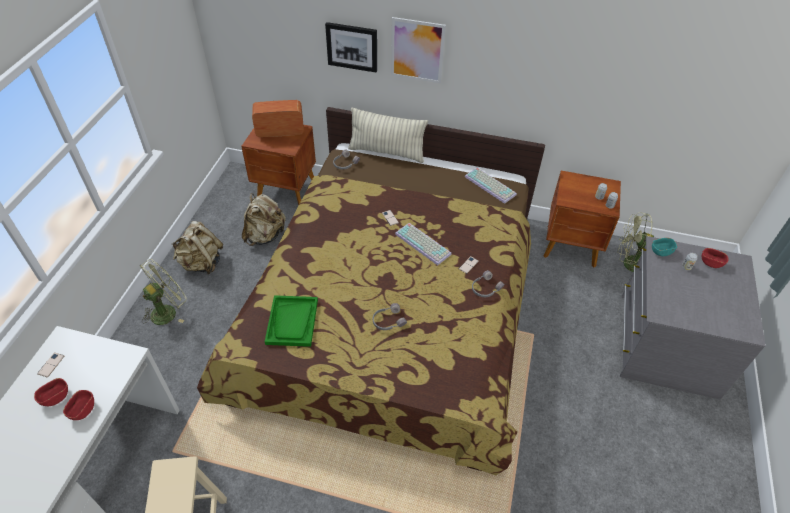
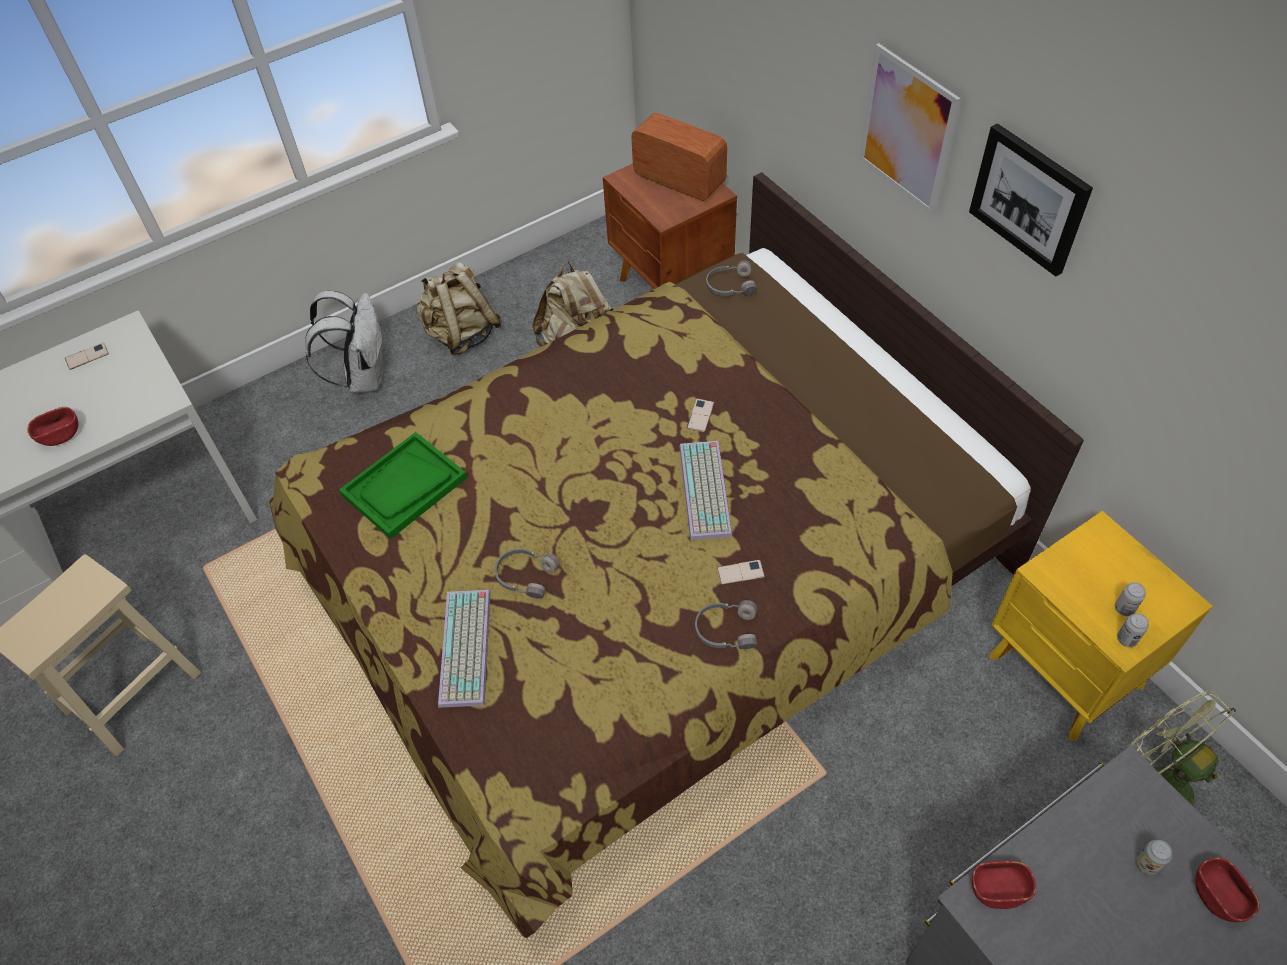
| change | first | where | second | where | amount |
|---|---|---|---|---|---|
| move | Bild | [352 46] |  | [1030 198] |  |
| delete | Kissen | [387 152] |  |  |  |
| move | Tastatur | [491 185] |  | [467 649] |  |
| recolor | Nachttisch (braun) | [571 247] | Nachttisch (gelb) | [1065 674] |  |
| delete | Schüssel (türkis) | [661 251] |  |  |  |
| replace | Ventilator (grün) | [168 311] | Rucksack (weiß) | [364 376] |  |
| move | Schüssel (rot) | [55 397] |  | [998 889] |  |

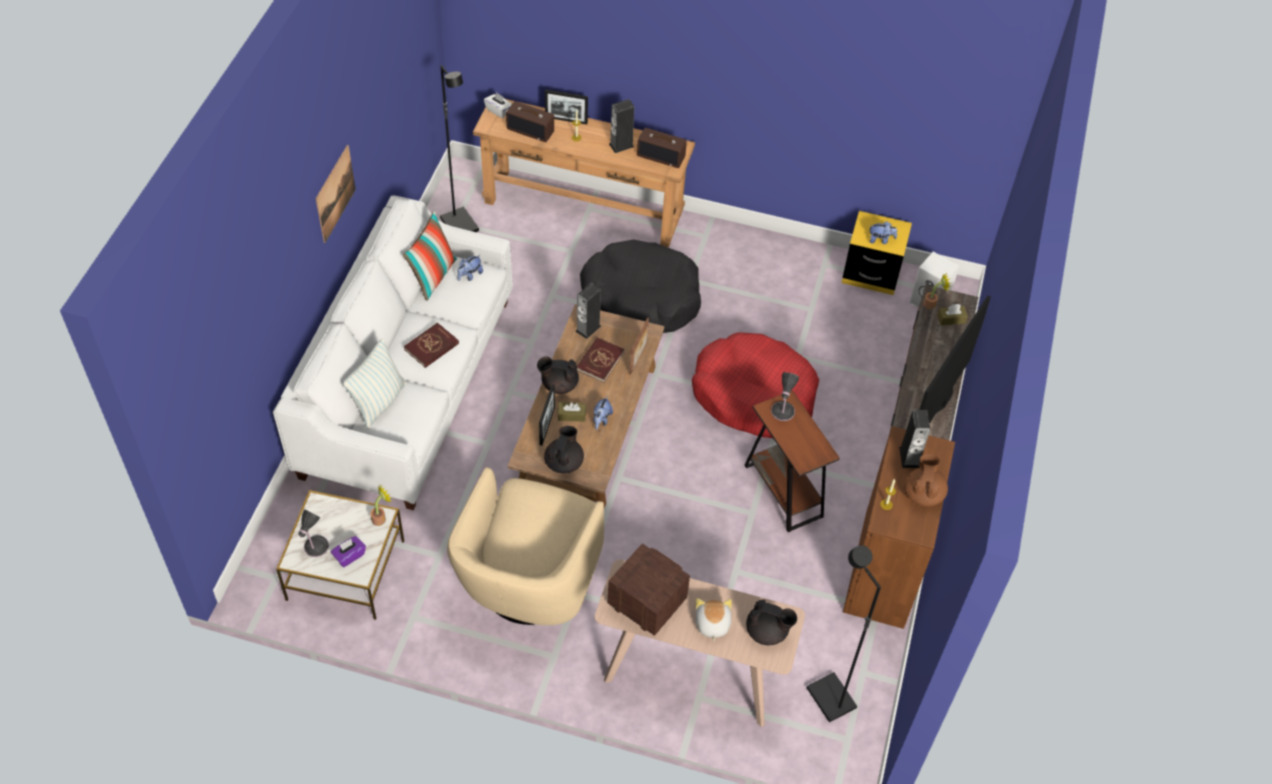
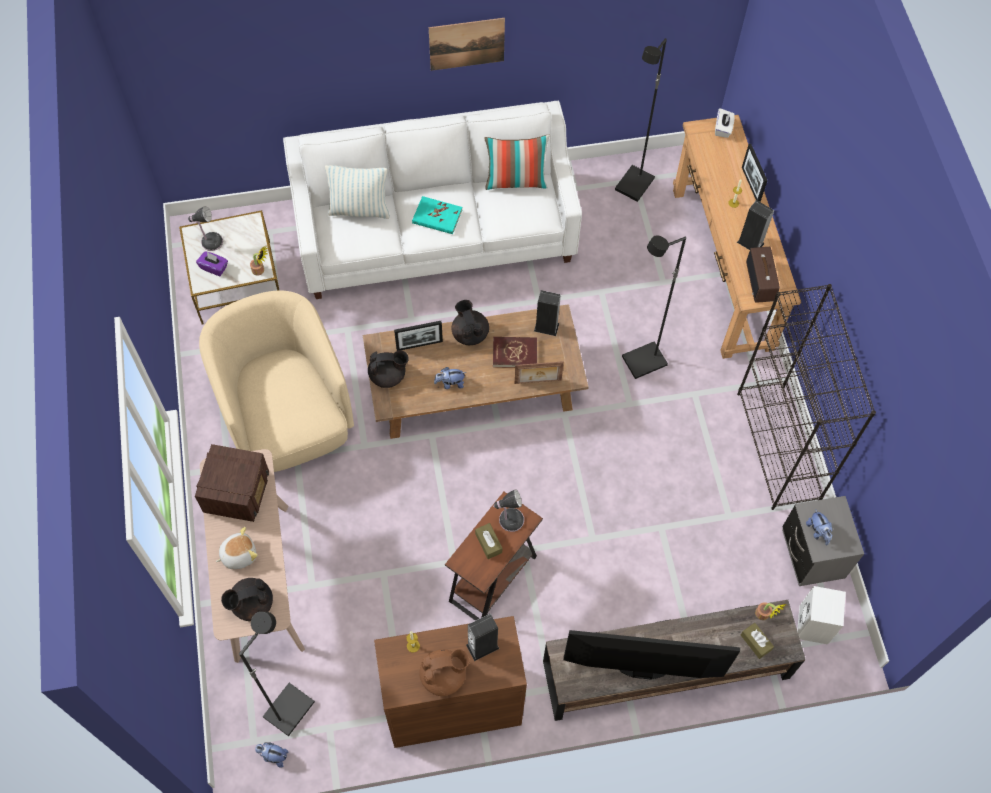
| change | first | where | second | where | amount |
|---|---|---|---|---|---|
| delete | Radio | [531 130] |  |  |  |
| recolor | Nachttisch (gelb) | [871 274] | Nachttisch (grau) | [812 554] |  |
| replace | Hundebett (schwarz) | [640 298] | Stehlampe (schwarz) | [644 362] |  |
| move | Plüschtier | [469 275] |  | [273 756] |  |
| recolor | Buch (rot) | [431 347] | Buch (türkis) | [437 217] |  |
| delete | Hundebett (rot) | [753 395] |  |  |  |
| move | Taschentuchbox (braun) | [571 415] |  | [488 543] |  |
| rotate | Sessel (beige) | [529 583] |  | [288 416] | 75 degrees clockwise |
| rotate | Teekanne (schwarz) | [767 631] |  | [251 604] | 75 degrees clockwise |
| insert |  |  | Bücherregal (schwarz) | [778 447] |  |

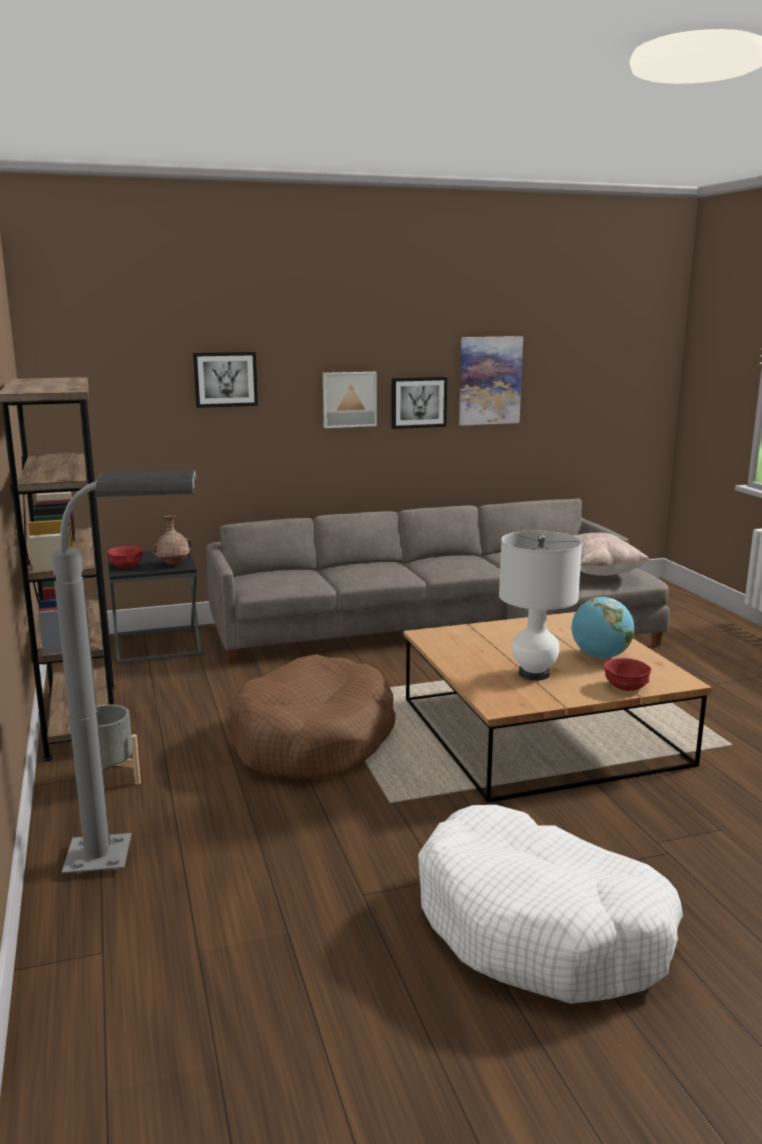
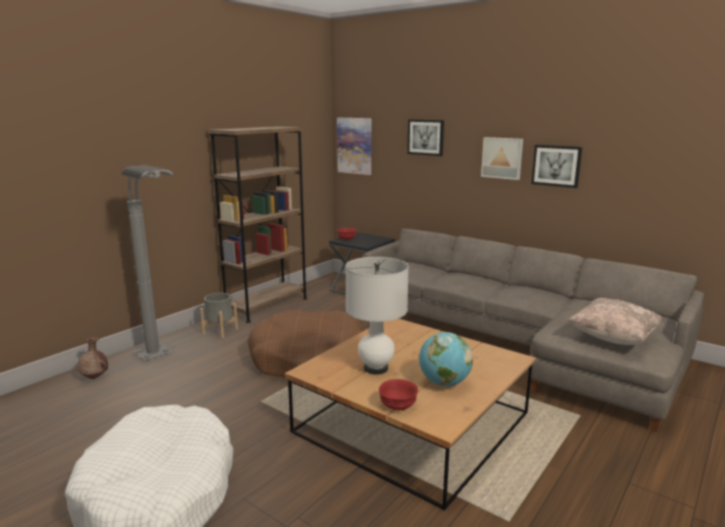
| change | first | where | second | where | amount |
|---|---|---|---|---|---|
| move | Bild | [489 380] |  | [355 146] |  |
| move | Vase (braun) | [173 565] |  | [95 377] |  |

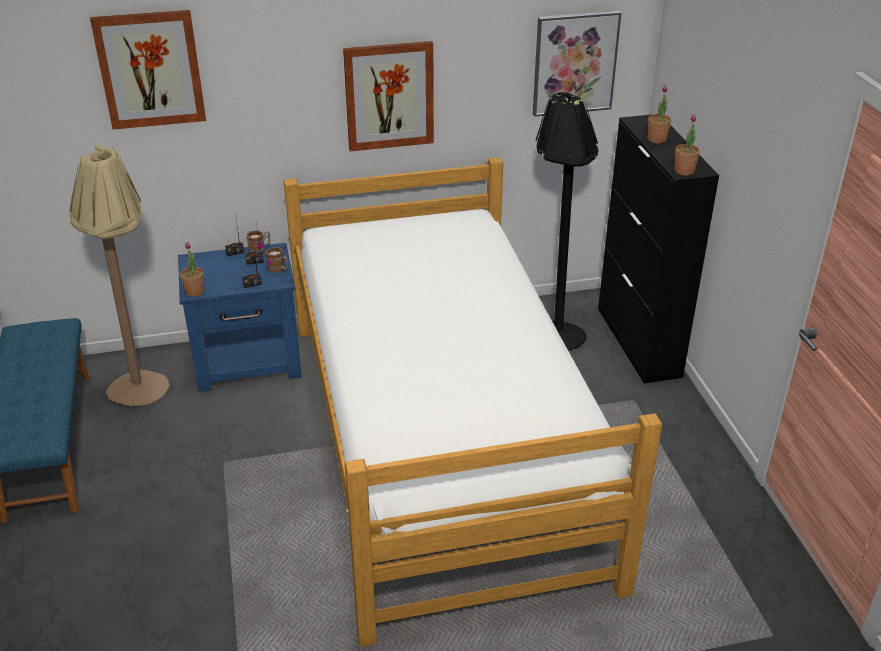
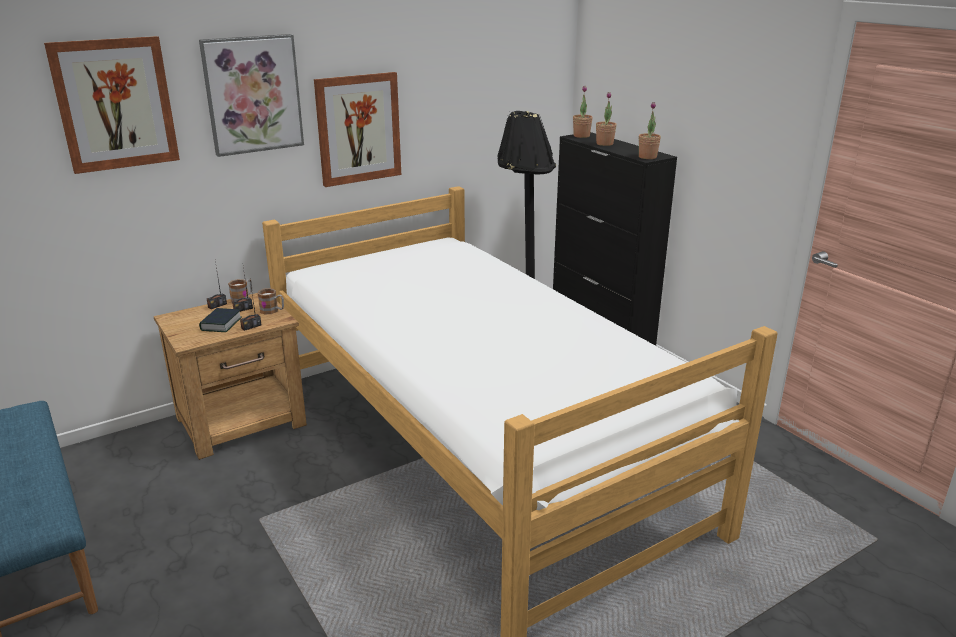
| change | first | where | second | where | amount |
|---|---|---|---|---|---|
| move | Bild | [574 63] |  | [253 94] |  |
| delete | Stehlampe (beige) | [144 397] |  |  |  |
| move | Topfpflanze | [194 291] |  | [581 136] |  |
| recolor | Nachttisch (blau) | [249 361] | Nachttisch (braun) | [243 421] |  |
| insert |  |  | Buch | [221 324] |  |

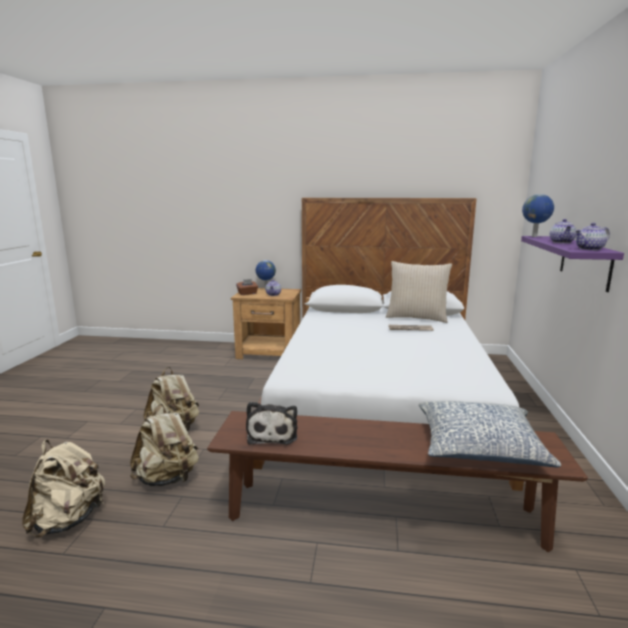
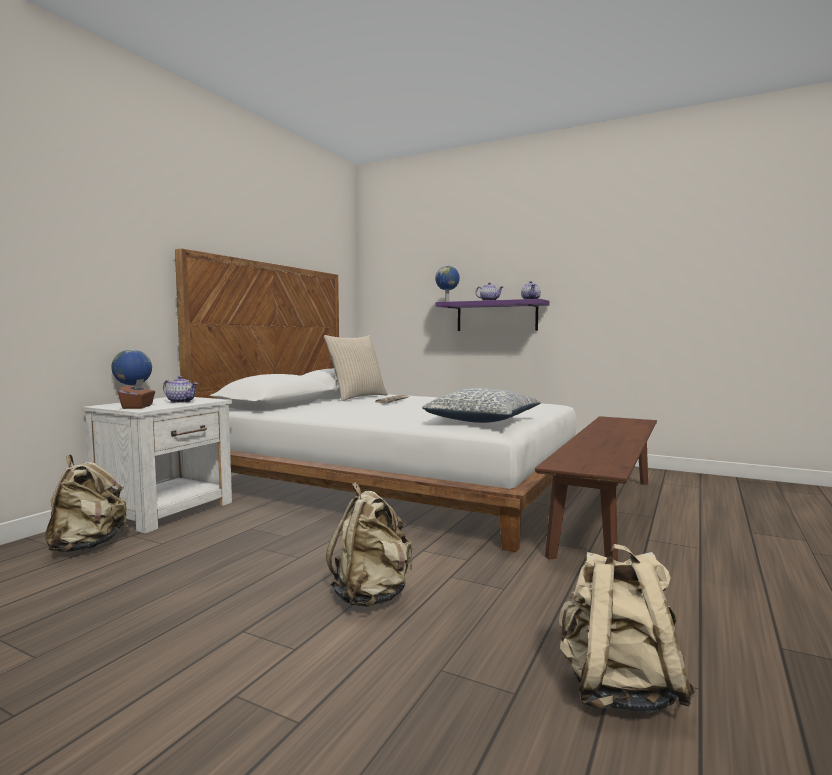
| change | first | where | second | where | amount |
|---|---|---|---|---|---|
| recolor | Nachttisch (braun) | [269 352] | Nachttisch (weiß) | [167 510] |  |
| move | Kissen | [479 448] |  | [483 421] |  |
| delete | Plüschtier | [273 433] |  |  |  |
| move | Rucksack (beige) | [167 478] |  | [87 546] |  |

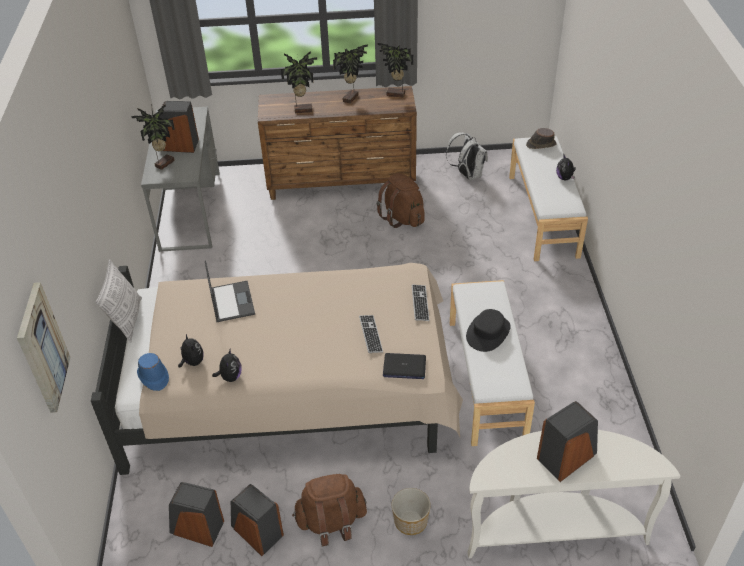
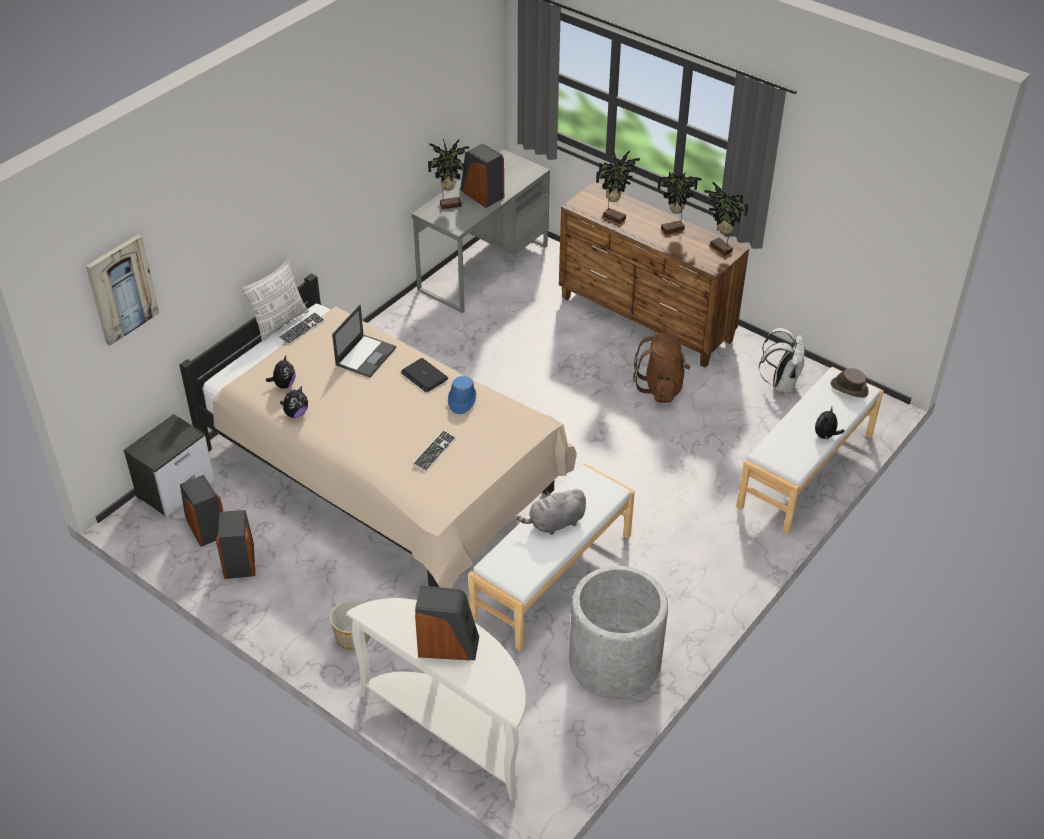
| change | first | where | second | where | amount |
|---|---|---|---|---|---|
| move | Tastatur | [420 303] |  | [302 329] |  |
| replace | Hut (schwarz) | [488 333] | Plüschtier (grau) | [555 523] |  |
| move | Hut (blau) | [153 377] |  | [461 400] |  |
| move | Laptop | [404 367] |  | [424 376] |  |
| delete | Rucksack (braun) | [331 522] |  |  |  |
| insert |  |  | Nachttisch | [177 488] |  |
| insert |  |  | Pflanzkübel (grau) | [614 662] |  |

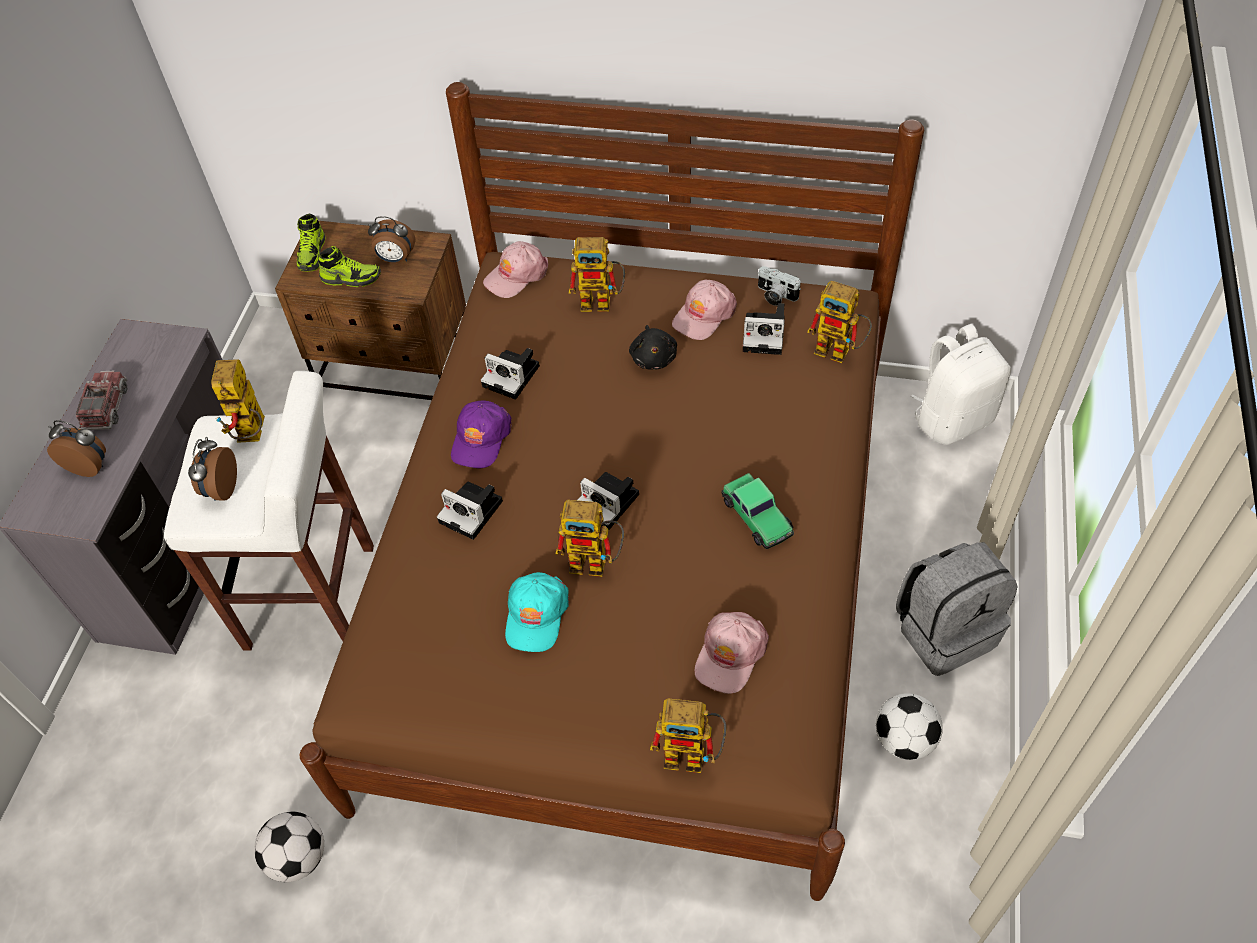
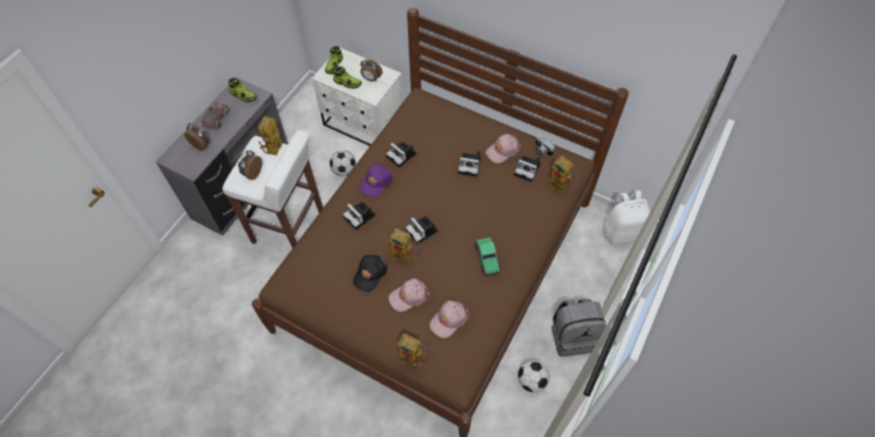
| change | first | where | second | where | amount |
|---|---|---|---|---|---|
| recolor | Nachttisch (braun) | [394 363] | Nachttisch (weiß) | [363 124] |  |
| delete | Spielzeugroboter | [602 301] |  |  |  |
| move | Kappe (rosa) | [516 275] |  | [409 296] |  |
| replace | Plüschtier (schwarz) | [653 357] | Kamera | [470 165] |  |
| recolor | Kappe (türkis) | [536 615] | Kappe (schwarz) | [370 274] |  |
| move | Fußball | [298 857] |  | [344 170] |  |
| insert |  |  | Schuh | [243 95] |  |

